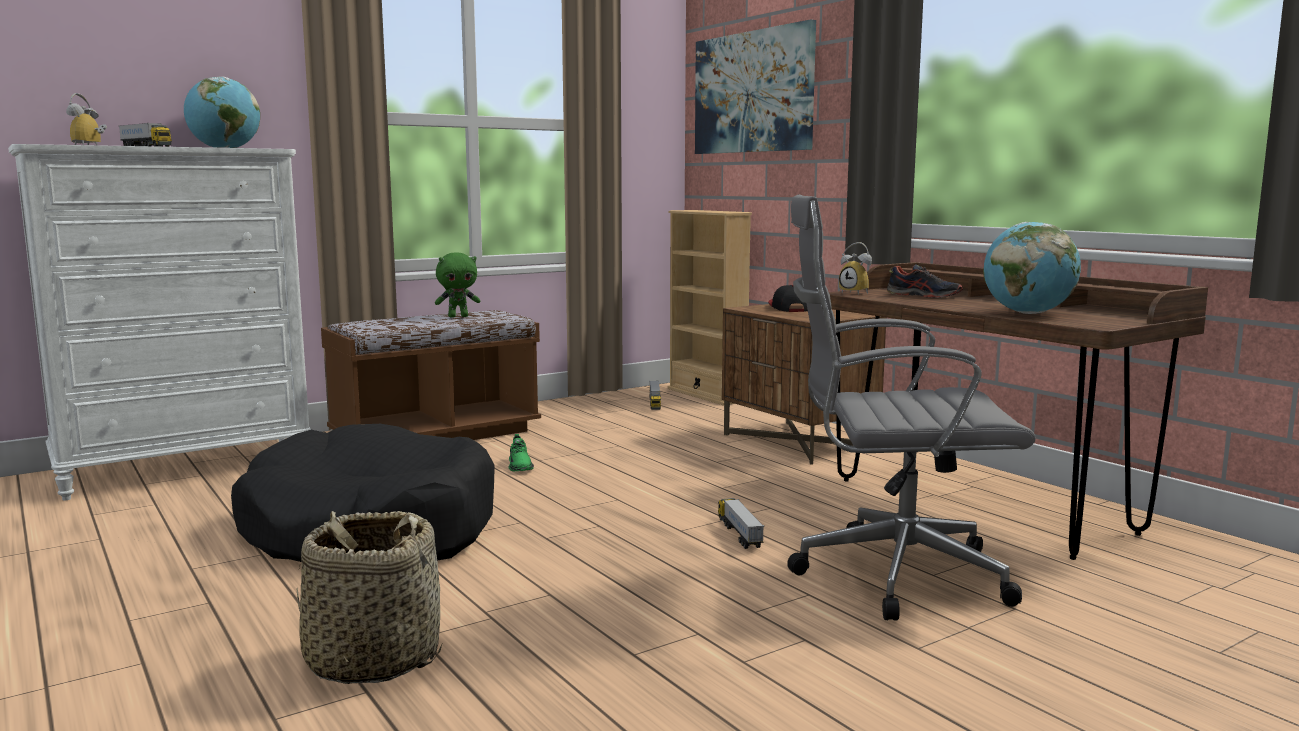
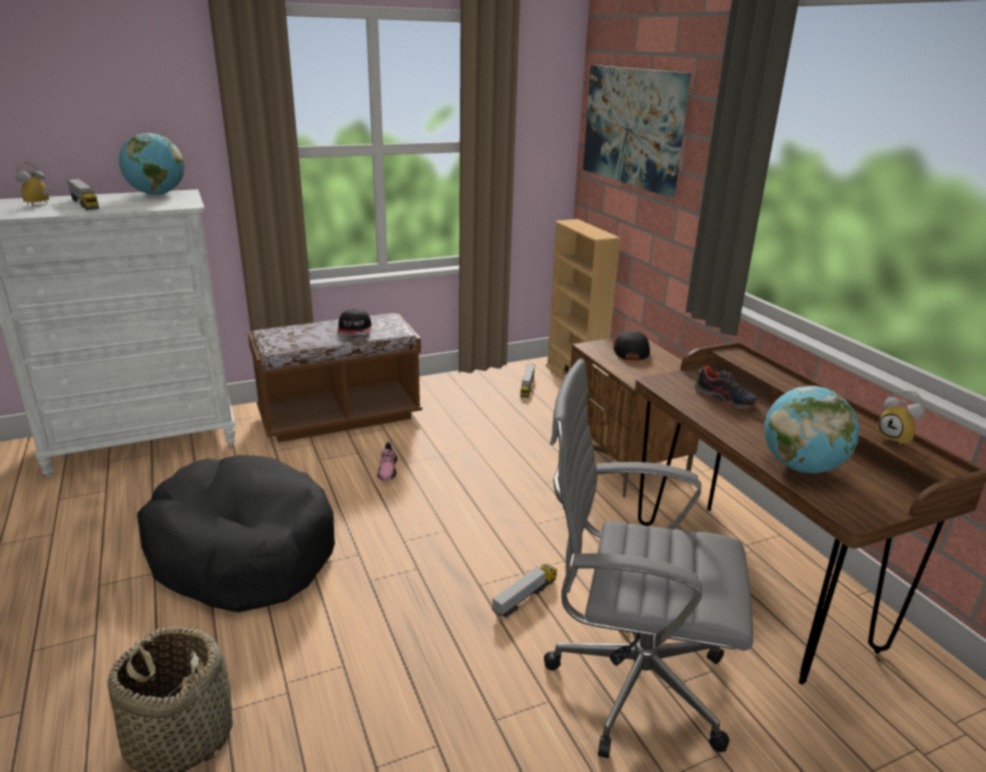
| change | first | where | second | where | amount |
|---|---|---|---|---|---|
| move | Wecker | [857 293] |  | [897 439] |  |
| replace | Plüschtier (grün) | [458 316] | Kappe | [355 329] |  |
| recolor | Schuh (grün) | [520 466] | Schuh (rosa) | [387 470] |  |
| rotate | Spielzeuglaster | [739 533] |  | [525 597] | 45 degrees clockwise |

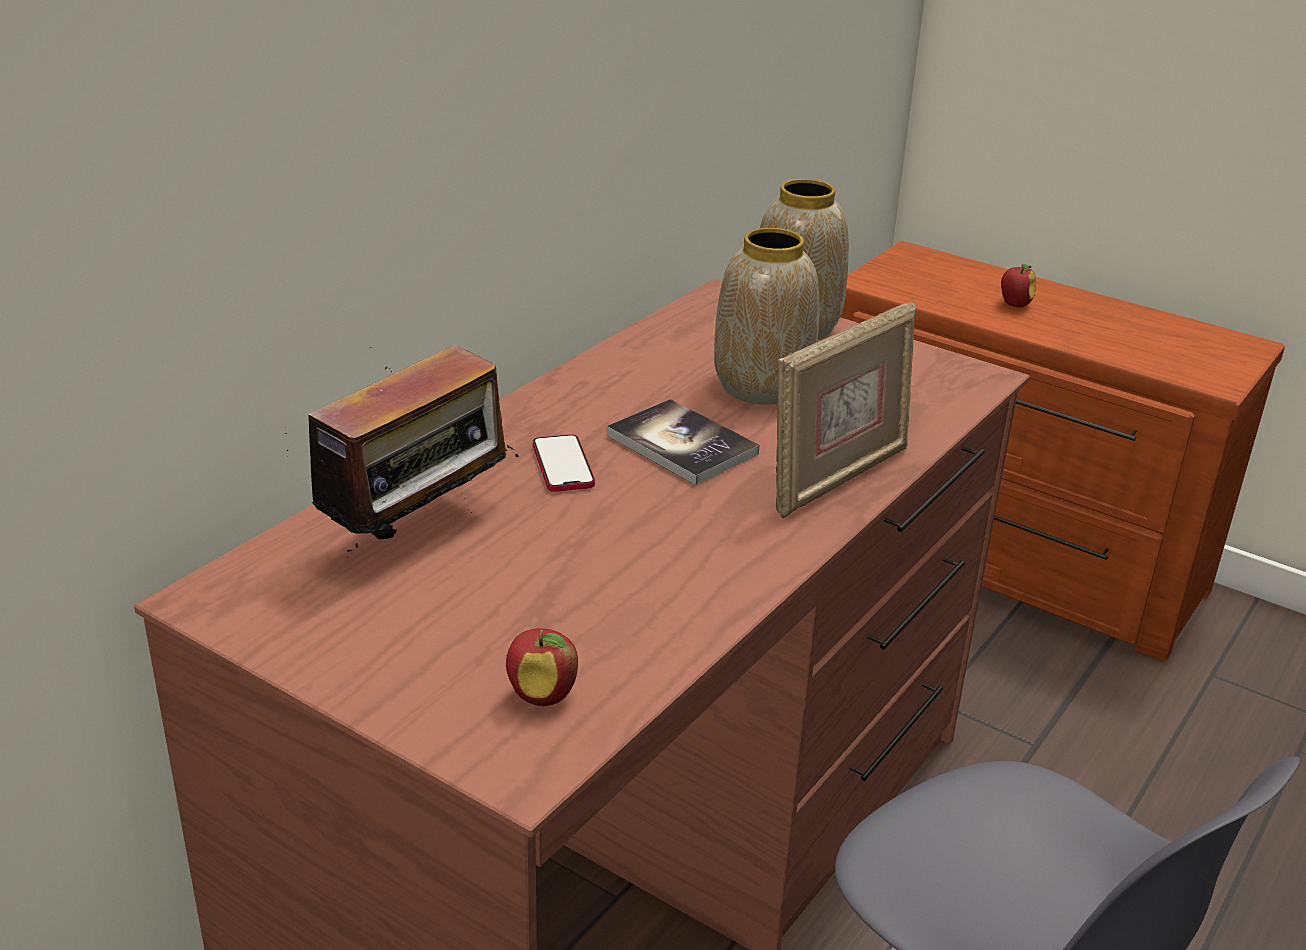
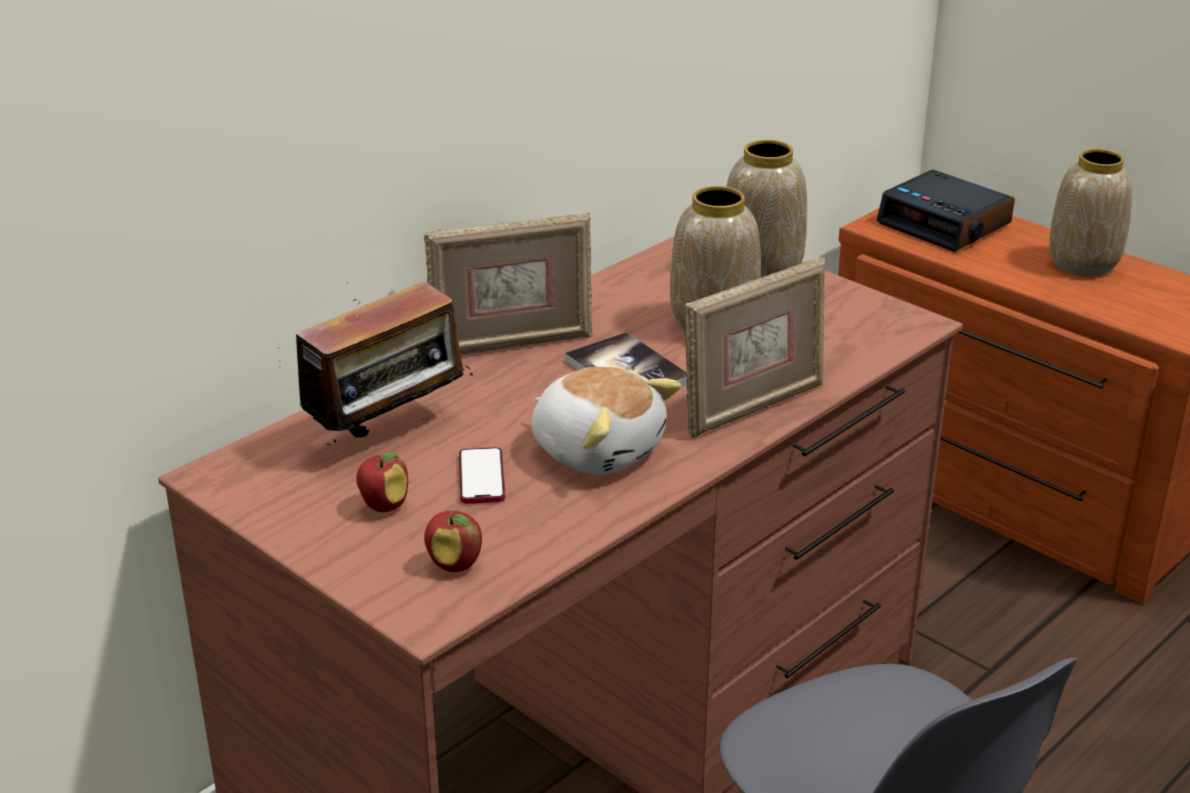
| change | first | where | second | where | amount |
|---|---|---|---|---|---|
| move | Apfel | [1014 304] |  | [384 505] |  |
| move | Handy | [563 465] |  | [481 478] |  |
| insert |  |  | Vase | [1084 263] |  |
| insert |  |  | Wecker | [945 224] |  |
| insert |  |  | Bilderrahmen | [511 344] |  |
| insert |  |  | Plüschtier | [598 449] |  |

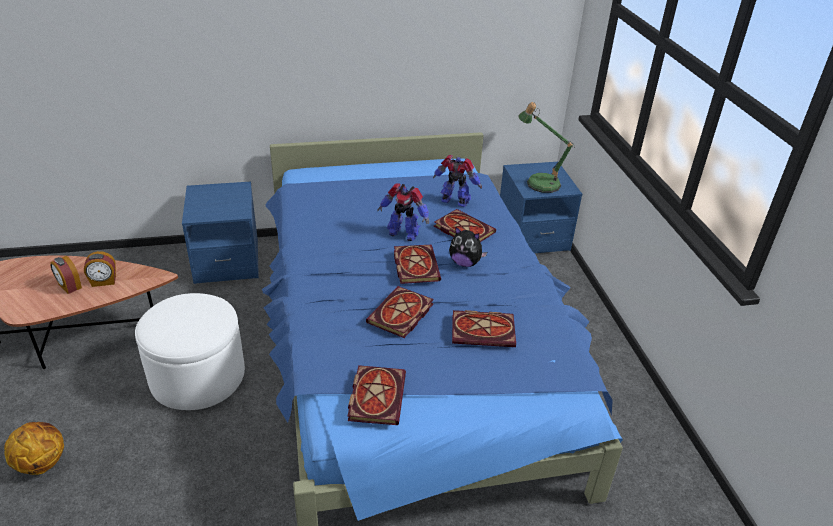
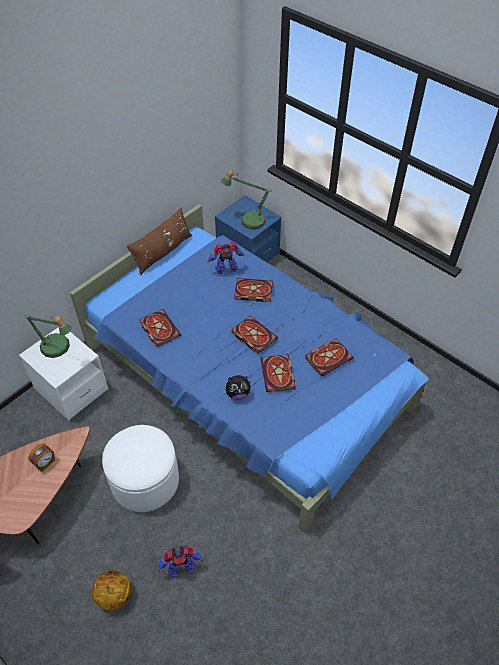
| change | first | where | second | where | amount |
|---|---|---|---|---|---|
| recolor | Nachttisch (blau) | [227 261] | Nachttisch (weiß) | [71 389] |  |
| move | Spielzeugroboter | [403 233] |  | [181 568] |  |
| move | Plüschtier | [465 263] |  | [237 393] |  |
| delete | Wecker | [69 286] |  |  |  |
| move | Buch | [376 395] |  | [158 328] |  |
| insert |  |  | Kissen (braun) | [163 252] |  |
| insert |  |  | Tischlampe | [58 349] |  |

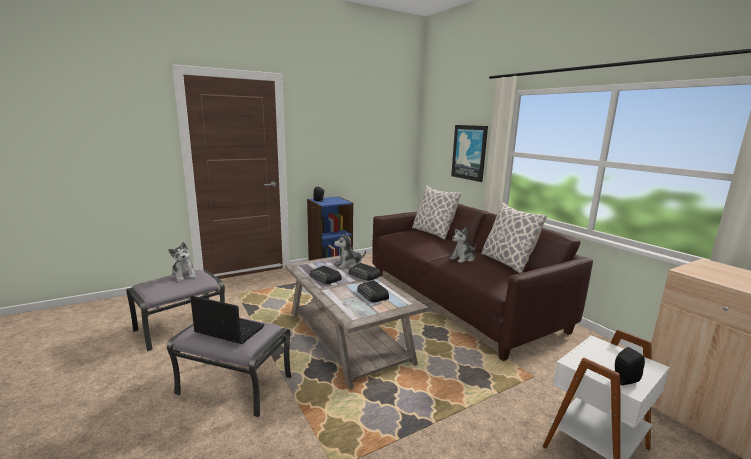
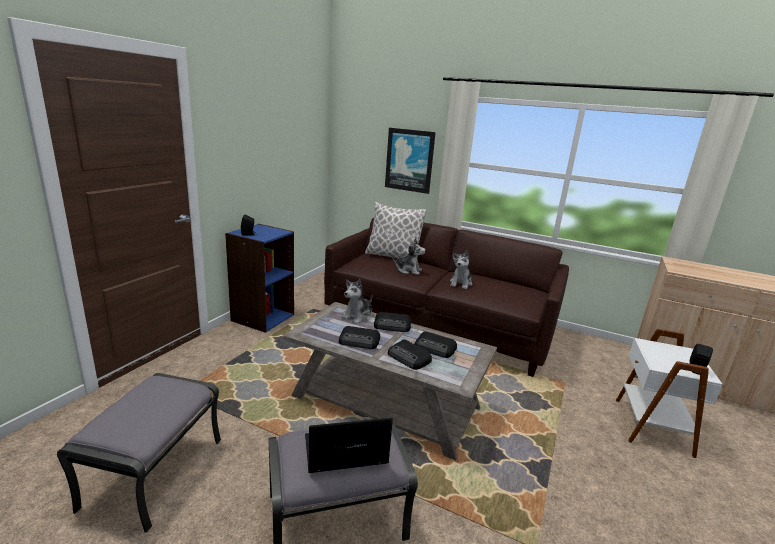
| change | first | where | second | where | amount |
|---|---|---|---|---|---|
| delete | Kissen | [507 262] |  |  |  |
| move | Plüschtier | [184 276] |  | [408 270] |  |
| insert |  |  | Radio | [409 358] |  |

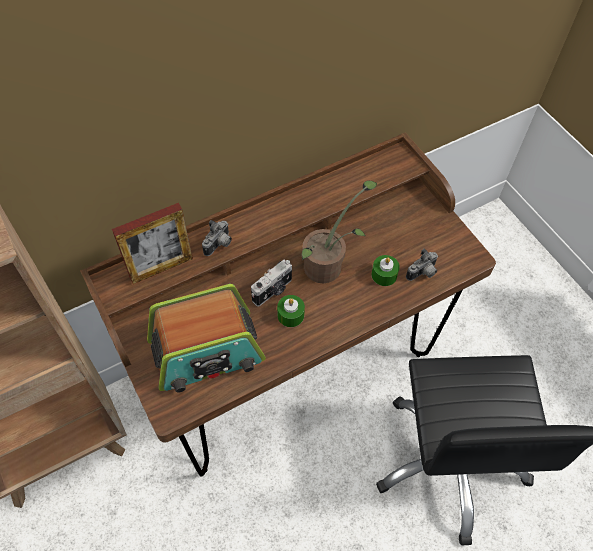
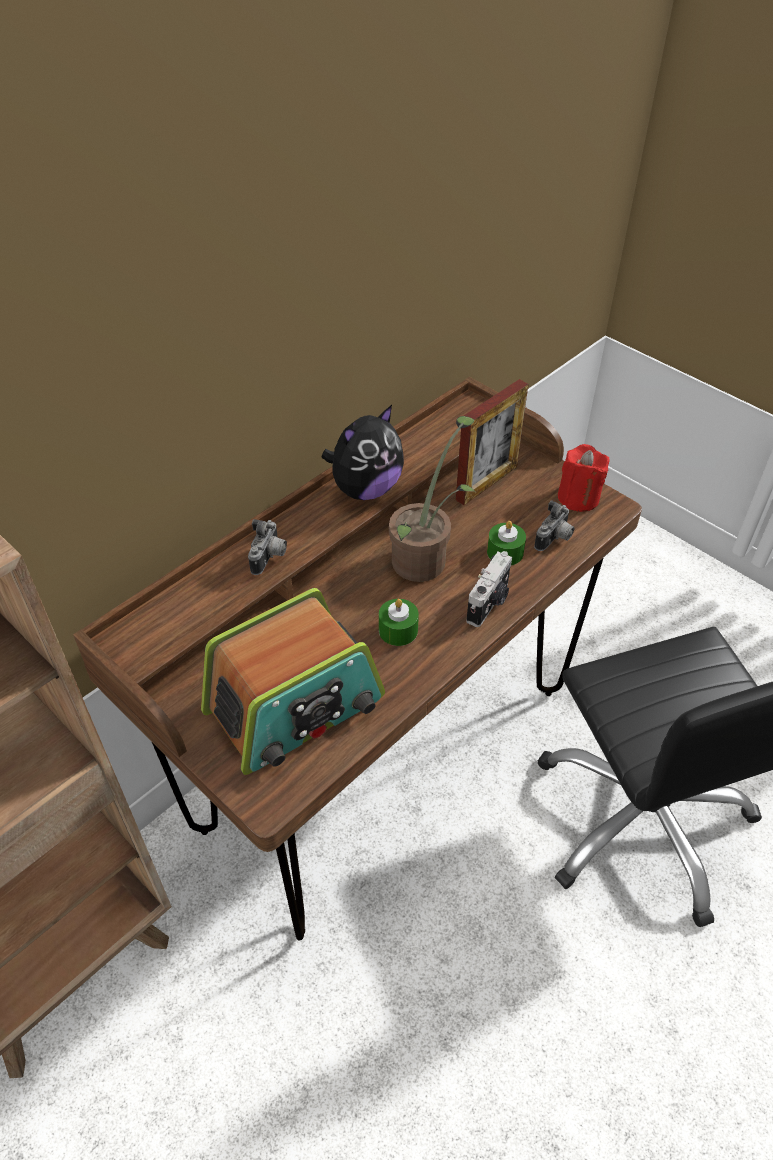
| change | first | where | second | where | amount |
|---|---|---|---|---|---|
| move | Bilderrahmen | [161 268] |  | [486 483] |  |
| move | Kamera | [273 291] |  | [489 603] |  |
| insert |  |  | Plüschtier | [365 488] |  |
| insert |  |  | Kerze (rot) | [578 498] |  |

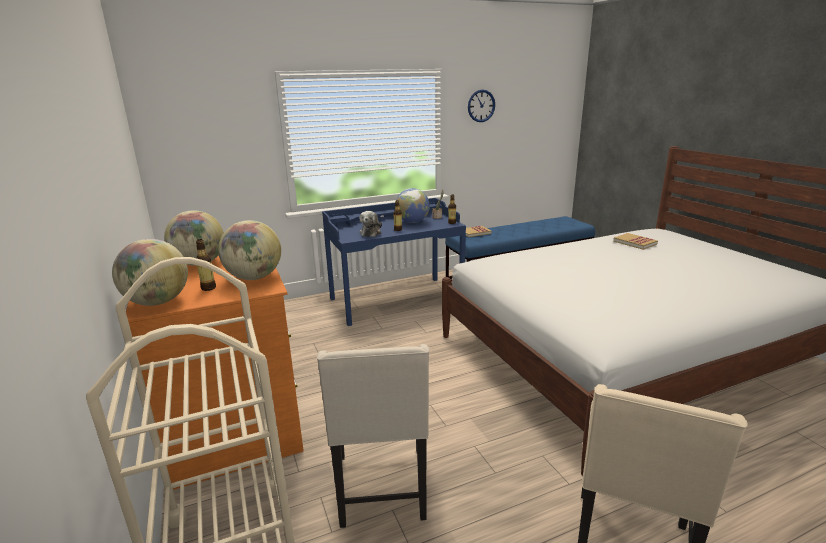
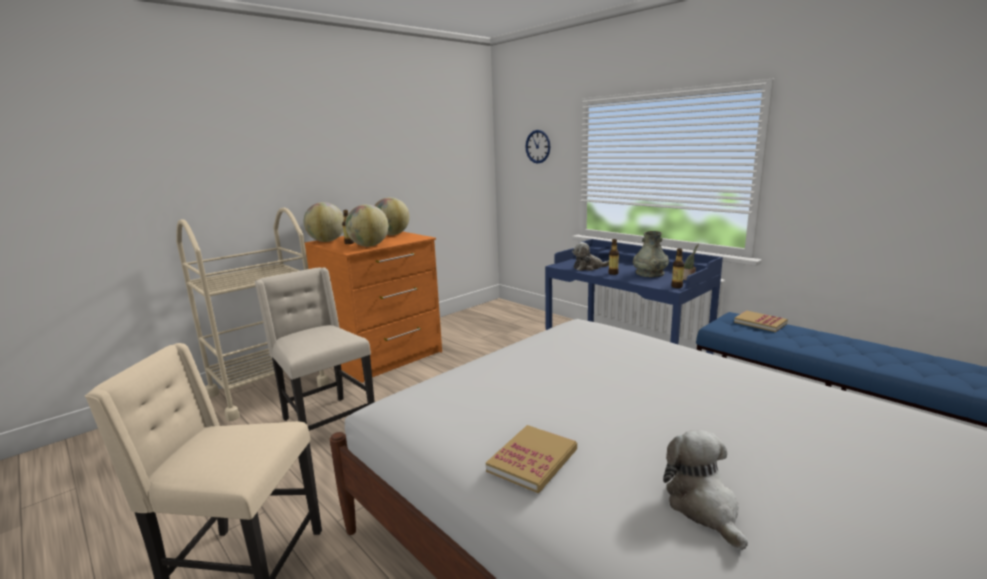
| change | first | where | second | where | amount |
|---|---|---|---|---|---|
| move | Wanduhr | [481 106] |  | [538 146] |  |
| replace | Globus | [412 222] | Vase (grau) | [649 273] |  |
| move | Buch | [635 242] |  | [532 460] |  |
| rotate | Stuhl (beige) | [382 488] |  | [326 421] | 75 degrees clockwise |
| insert |  |  | Plüschtier | [704 507] |  |

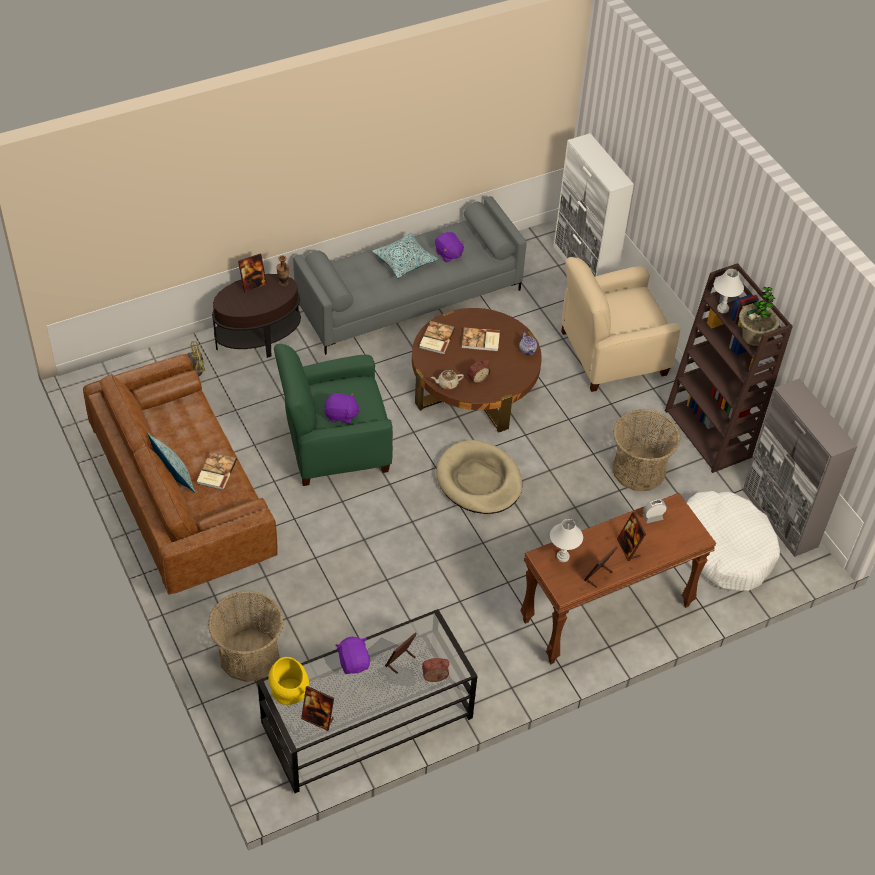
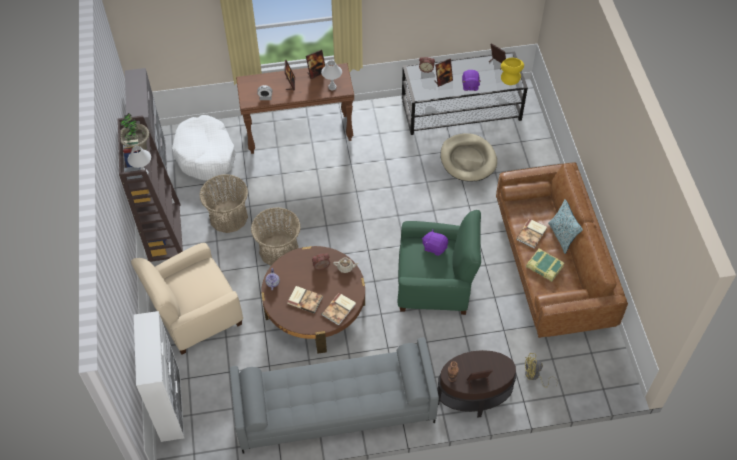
| change | first | where | second | where | amount |
|---|---|---|---|---|---|
| delete | Plüschtier (lila) | [448 254] |  |  |  |
| delete | Kissen | [404 261] |  |  |  |
| rotate | Sessel (beige) | [611 353] |  | [195 314] | 150 degrees clockwise |
| move | Hundebett (beige) | [479 480] |  | [468 159] |  |
| move | Korb | [249 655] |  | [279 250] |  |
| insert |  |  | Buch | [544 267] |  |

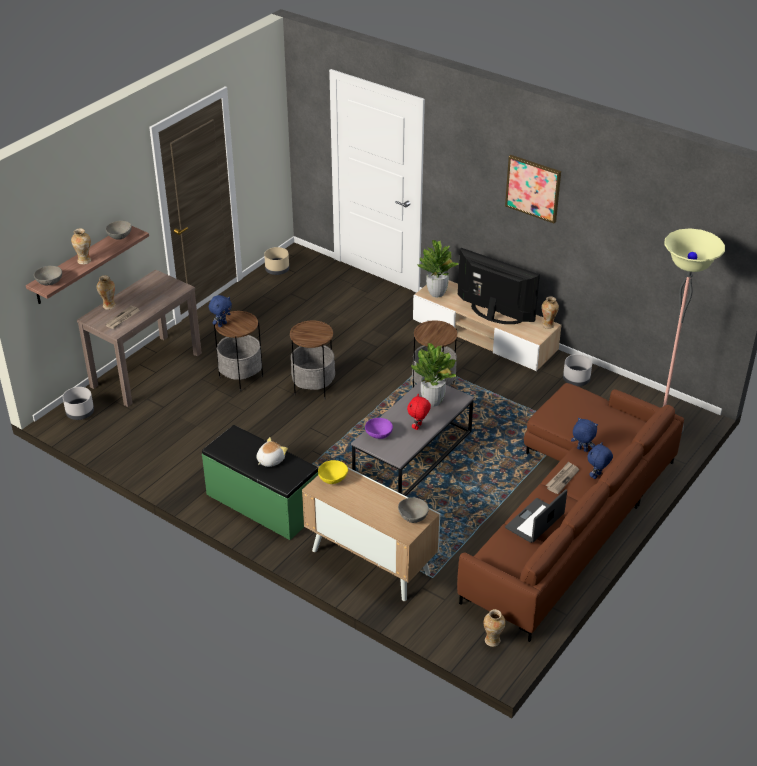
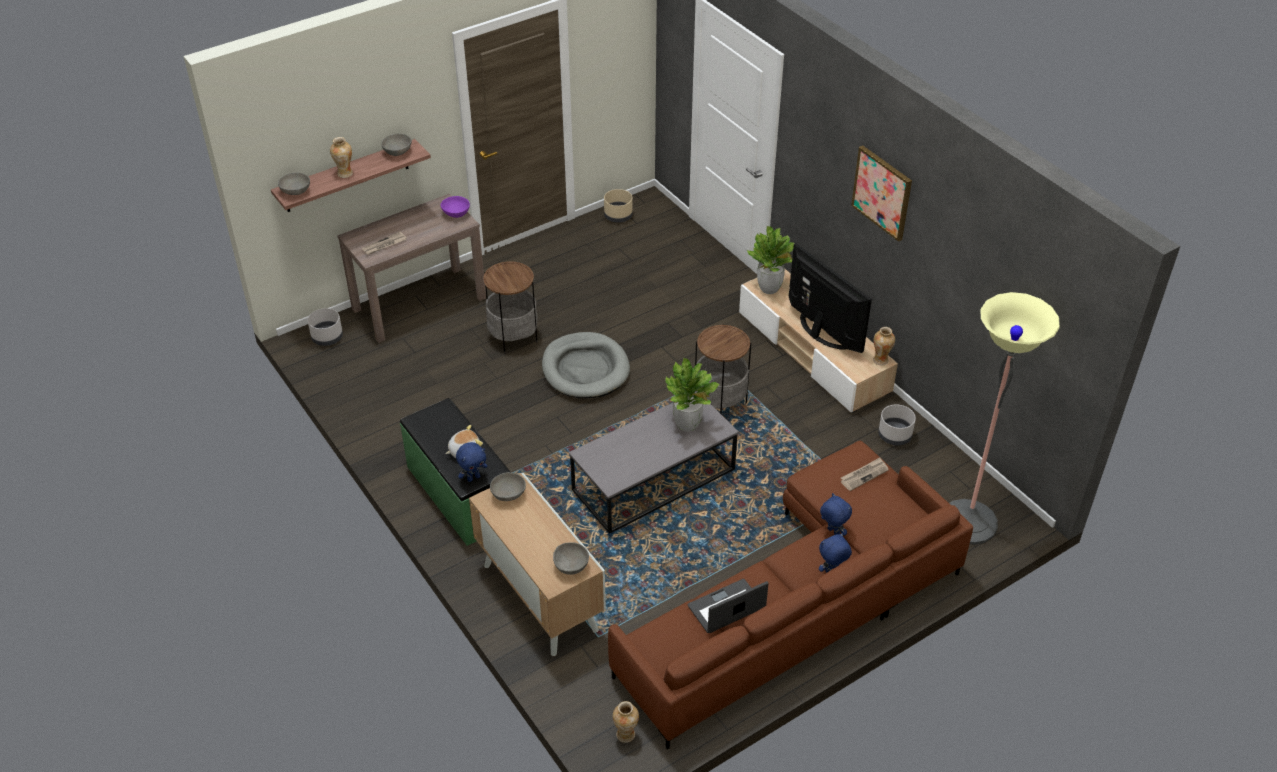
| change | first | where | second | where | amount |
|---|---|---|---|---|---|
| delete | Vase | [108 306] |  |  |  |
| move | Plüschtier (blau) | [222 324] |  | [473 477] |  |
| replace | Beistelltisch | [313 387] | Hundebett (grau) | [585 369] |  |
| delete | Plüschtier (rot) | [418 427] |  |  |  |
| move | Schüssel (lila) | [379 435] |  | [456 214] |  |
| recolor | Schüssel (gelb) | [333 479] | Schüssel (grau) | [509 494] |  |
| move | Zeitung | [562 479] |  | [864 475] |  |

